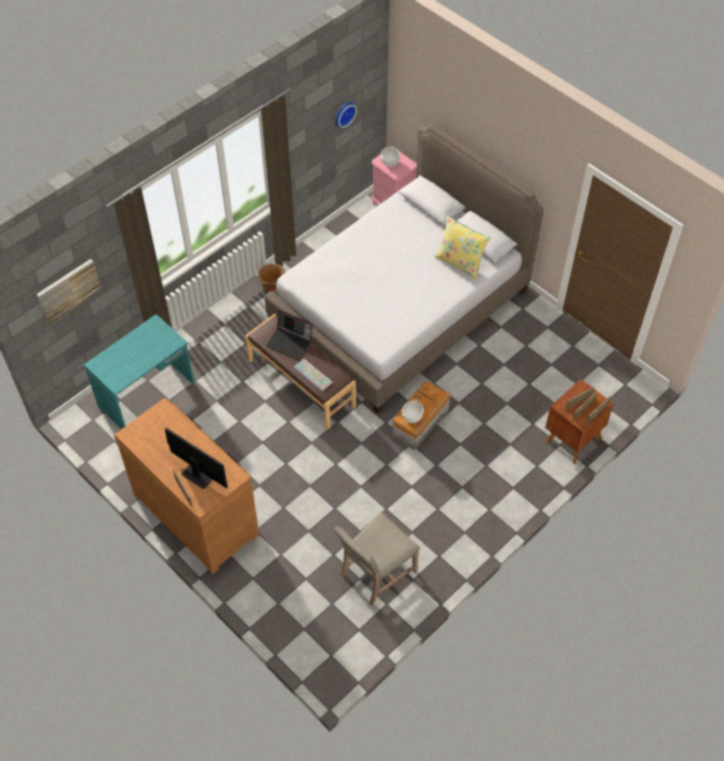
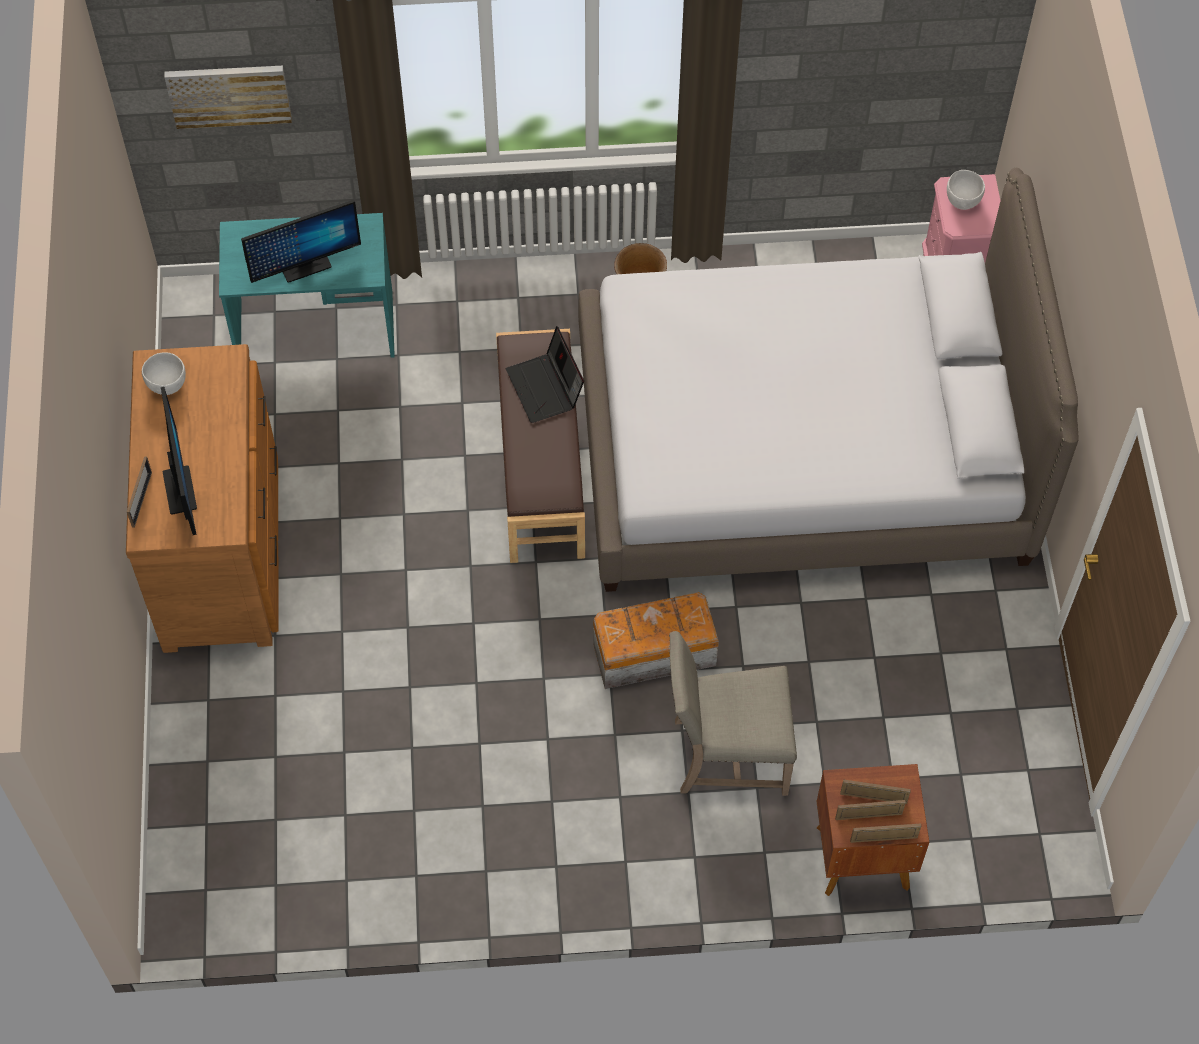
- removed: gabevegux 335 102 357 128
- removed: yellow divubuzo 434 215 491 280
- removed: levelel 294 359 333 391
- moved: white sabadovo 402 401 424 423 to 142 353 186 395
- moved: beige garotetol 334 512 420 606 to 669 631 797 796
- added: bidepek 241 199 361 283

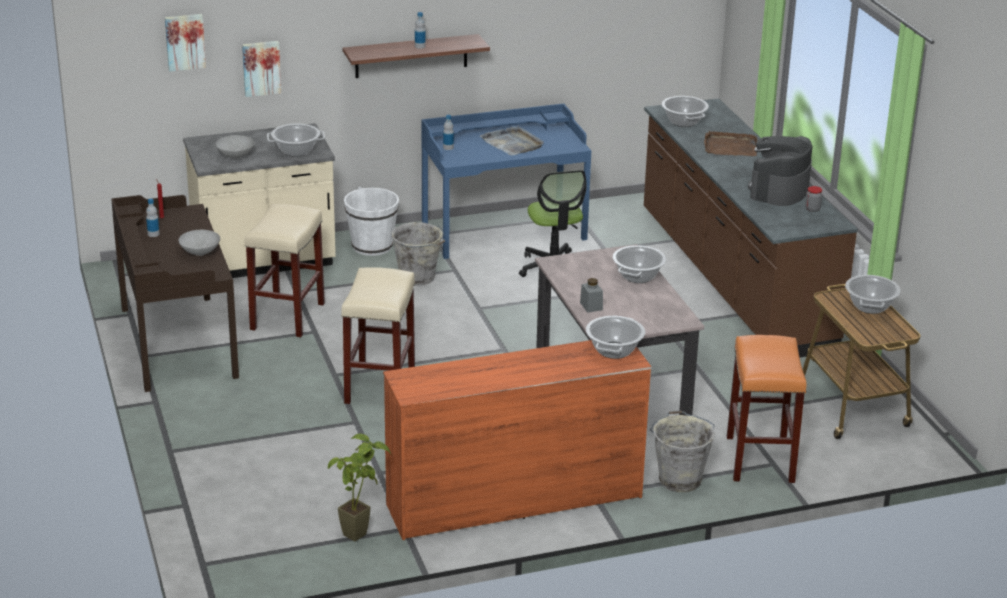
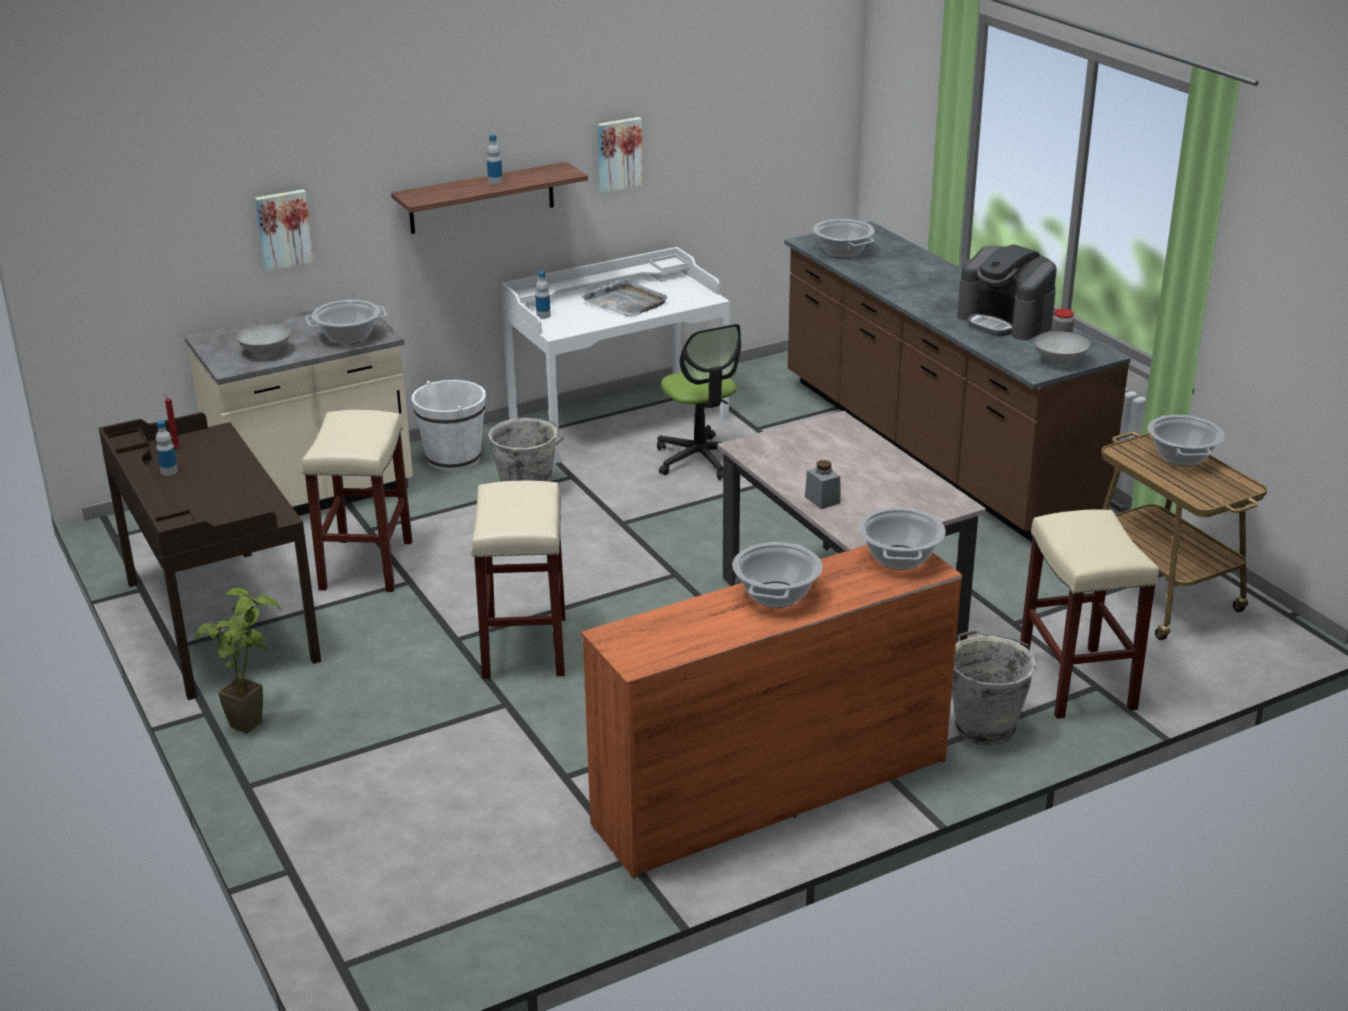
- moved: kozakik 165 14 206 71 to 598 117 643 193
- recoloured: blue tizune 422 104 591 259 to white tizune 501 247 730 464
- removed: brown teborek 704 131 757 156
- turned: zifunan 748 136 812 206 = 957 244 1057 340 60 degrees counterclockwise
- moved: grey sabadovo 178 230 220 256 to 1034 331 1090 365
- moved: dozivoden 612 245 666 283 to 732 542 822 608
- recoloured: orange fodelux 727 335 807 483 to beige fodelux 1020 509 1159 719
- moved: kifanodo 328 434 391 542 to 196 588 281 734

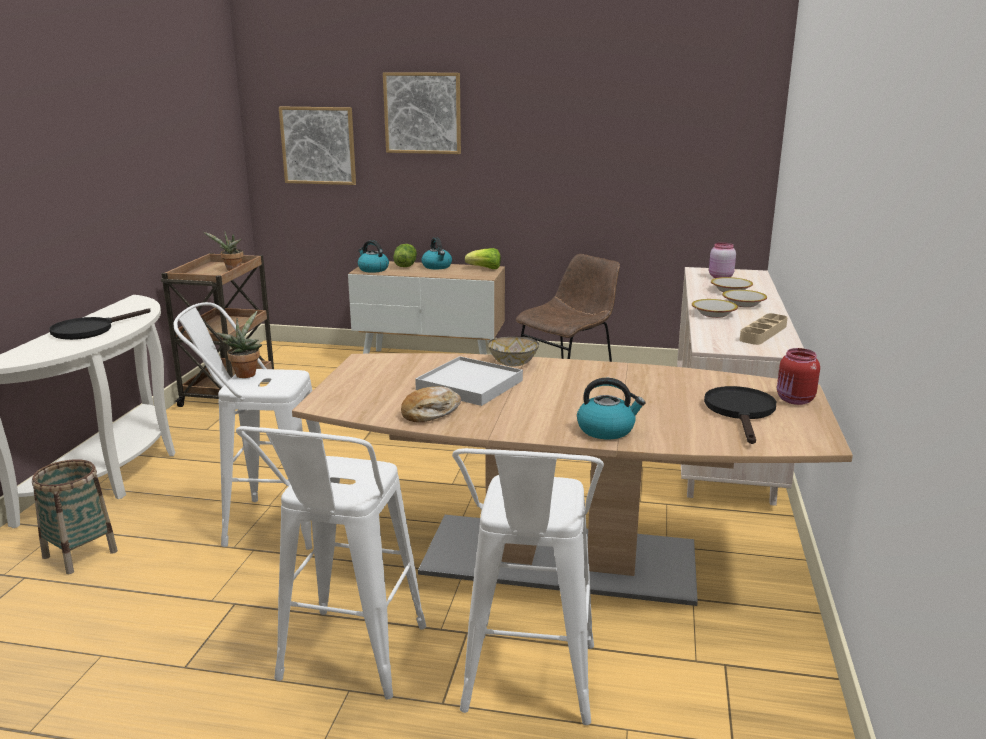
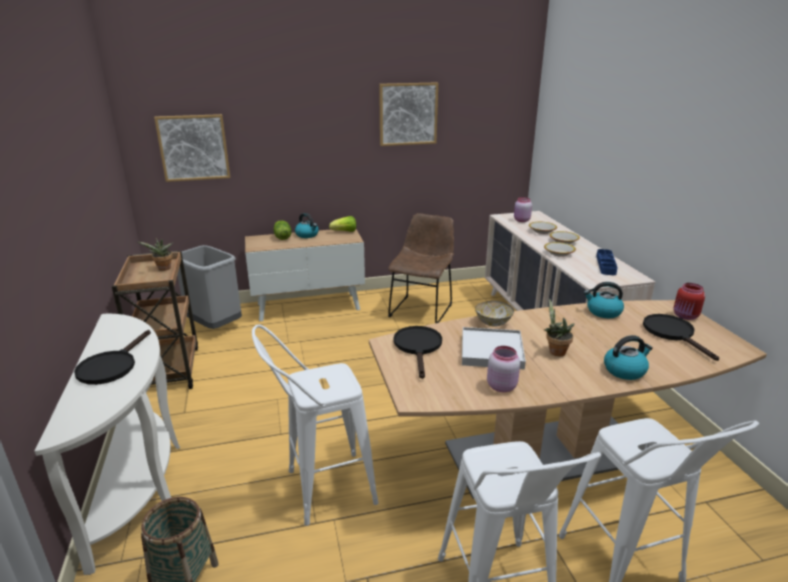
- moved: kozakik 383 72 461 154 to 379 82 438 146
- moved: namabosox 358 240 389 273 to 584 282 624 318
- moved: kifanodo 216 311 262 378 to 543 298 574 356
- recoloured: beige teborek 740 313 788 345 to blue teborek 596 249 618 275
- replaced: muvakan 401 386 461 422 to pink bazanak 487 346 520 392
- added: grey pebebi 177 245 242 329
- added: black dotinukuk 394 326 442 379

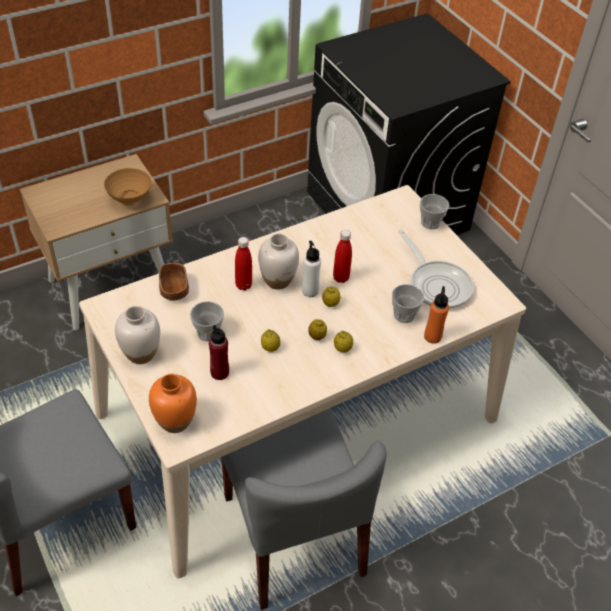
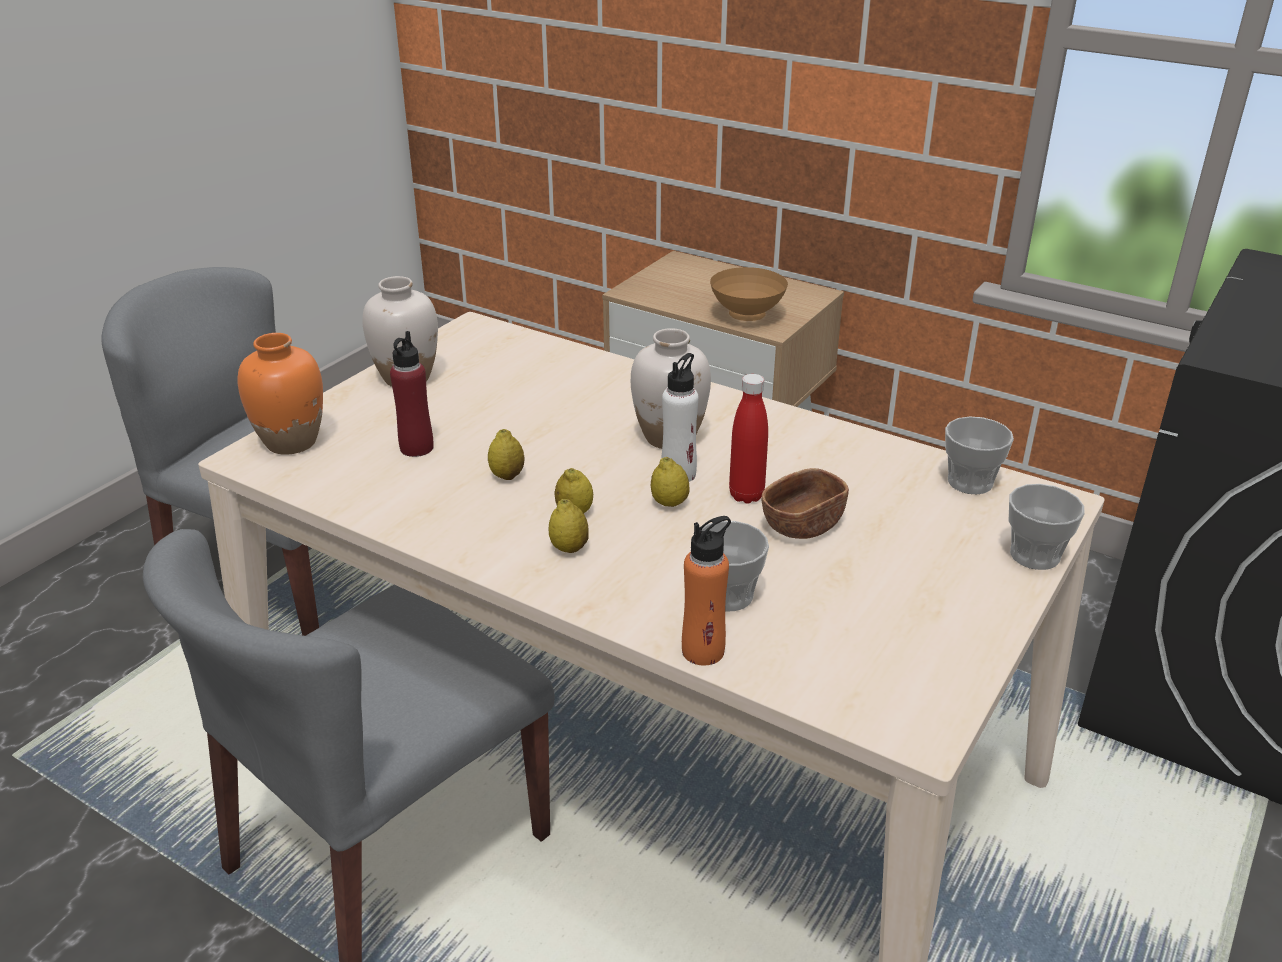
- removed: dotinukuk 398 229 474 309
- removed: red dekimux 235 237 252 290
- moved: brown sabadovo 159 263 189 301 to 761 468 849 539
- moved: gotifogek 190 301 224 342 to 945 417 1014 494

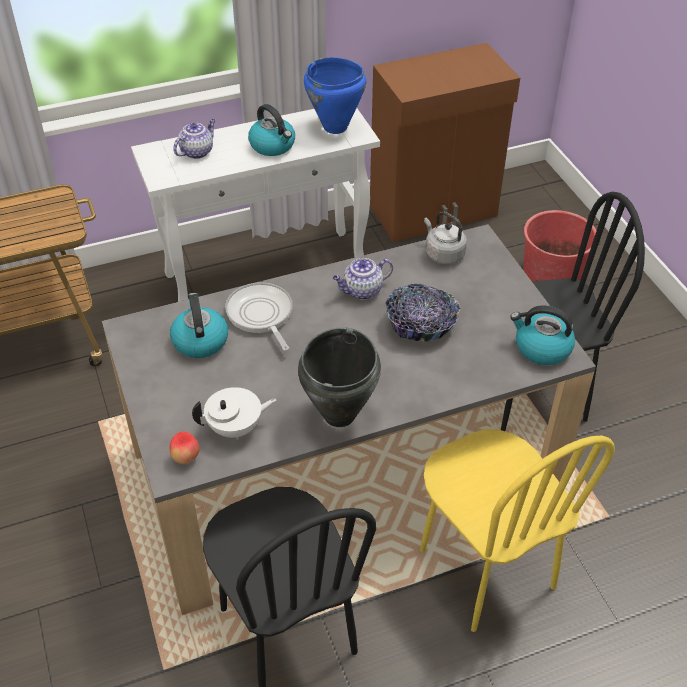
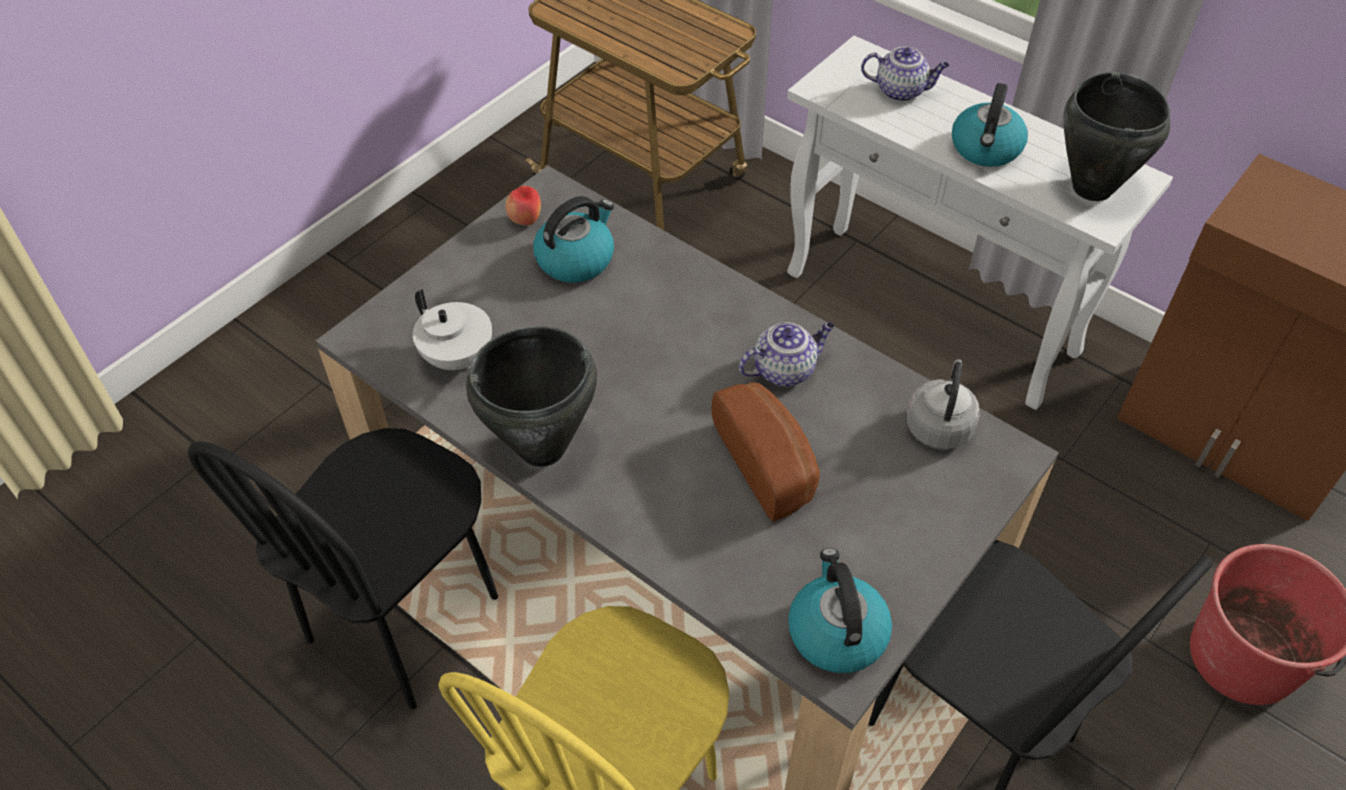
- recoloured: blue dozivoden 304 57 366 134 to black dozivoden 1063 72 1170 201
- turned: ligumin 333 258 393 300 = 739 322 834 386 120 degrees clockwise
- removed: dotinukuk 225 282 293 351
- replaced: sabadovo 385 283 461 342 to muvakan 711 382 820 522
- moved: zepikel 170 431 200 464 to 505 186 541 225

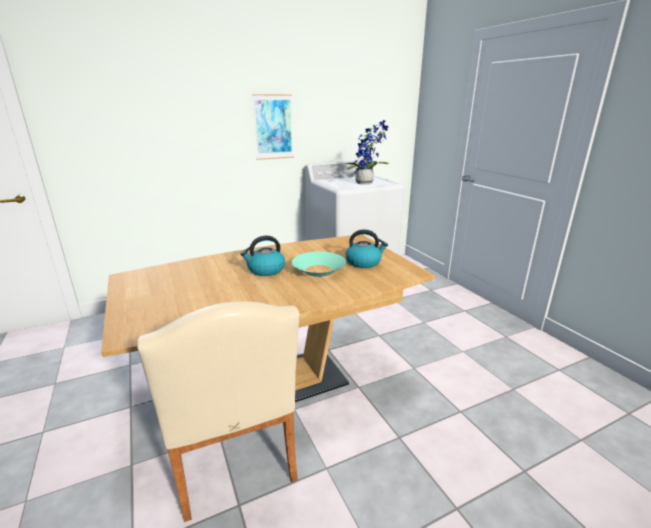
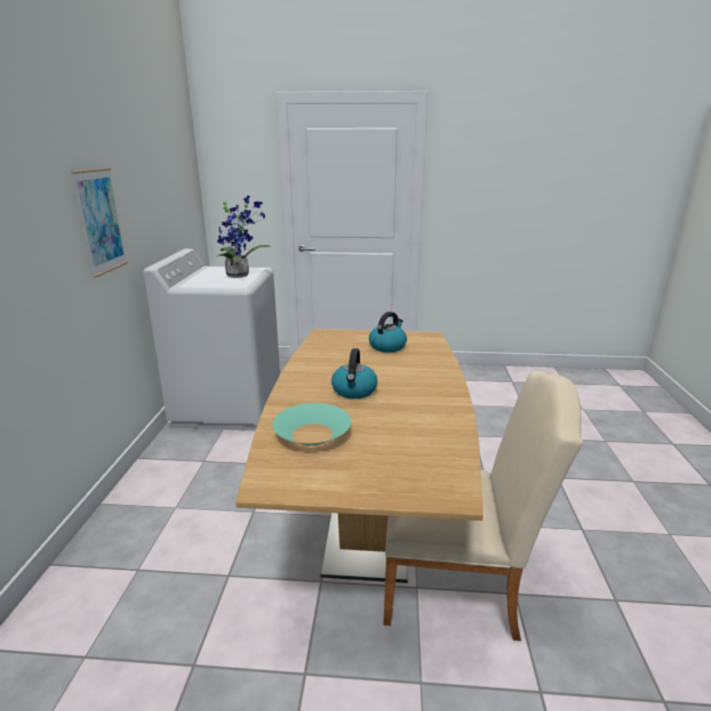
- moved: turquoise sabadovo 292 251 346 277 to 273 403 351 446

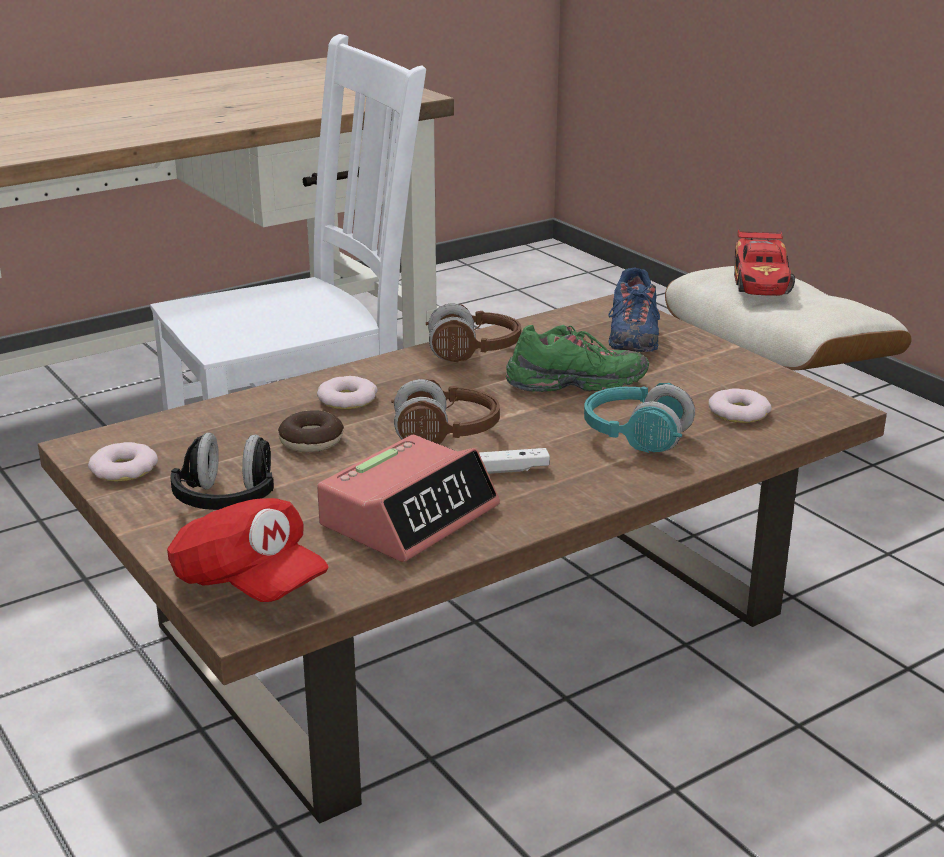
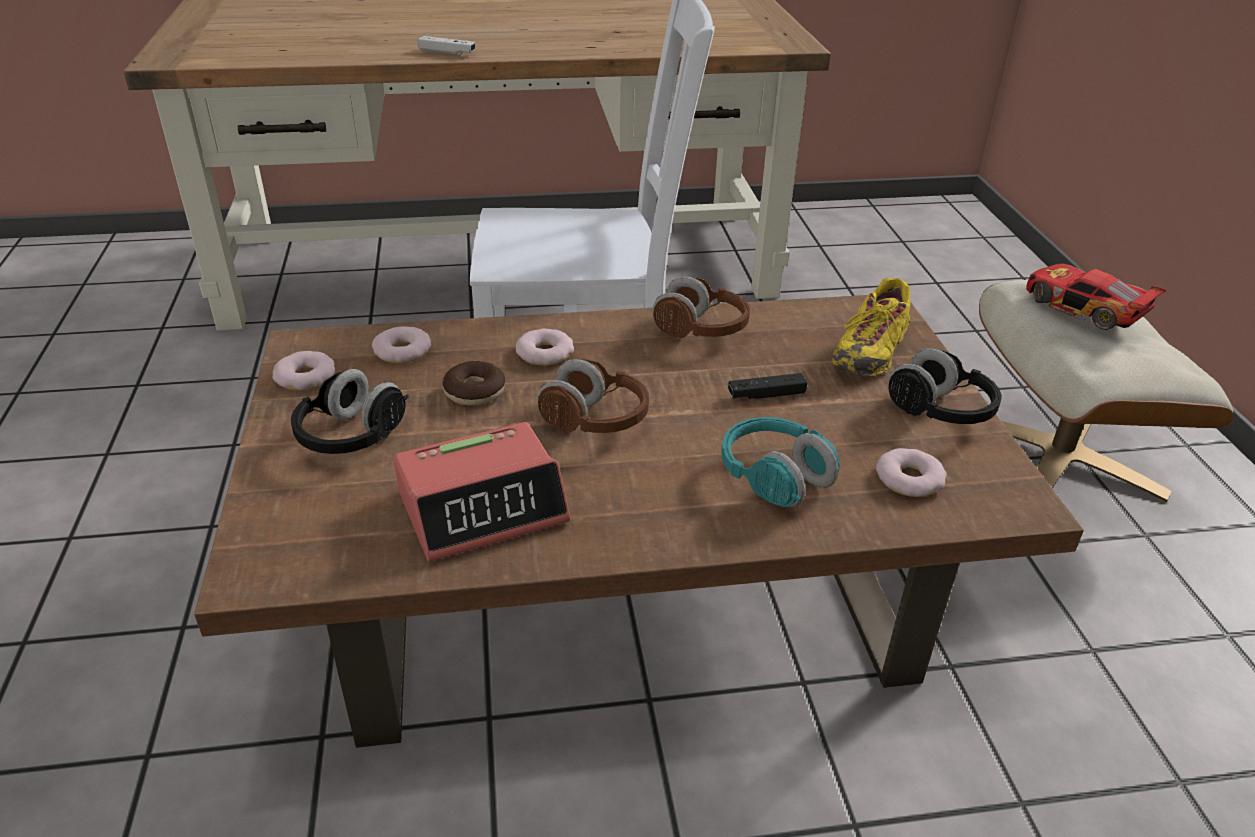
- turned: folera 734 230 795 296 = 1026 264 1167 330 105 degrees clockwise
- recoloured: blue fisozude 608 267 660 352 to yellow fisozude 832 278 910 376
- replaced: green fisozude 506 325 649 392 to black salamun 728 373 808 399
- moved: white salamun 479 448 550 474 to 418 36 475 55
- removed: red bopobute 167 498 329 602
- added: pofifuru 372 326 431 363
- added: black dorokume 888 348 1002 424

